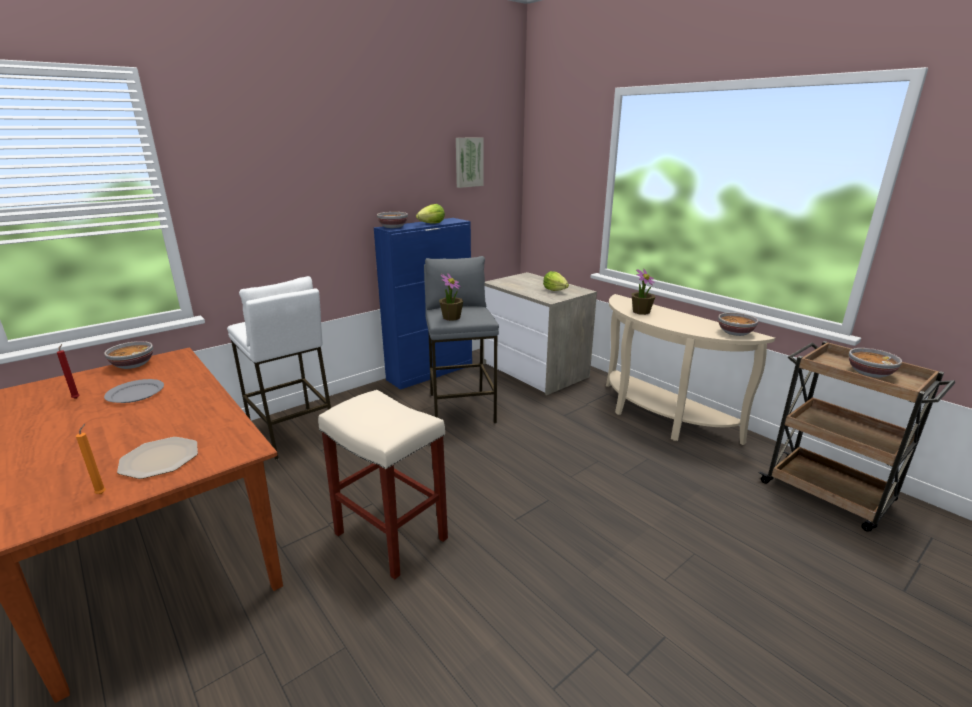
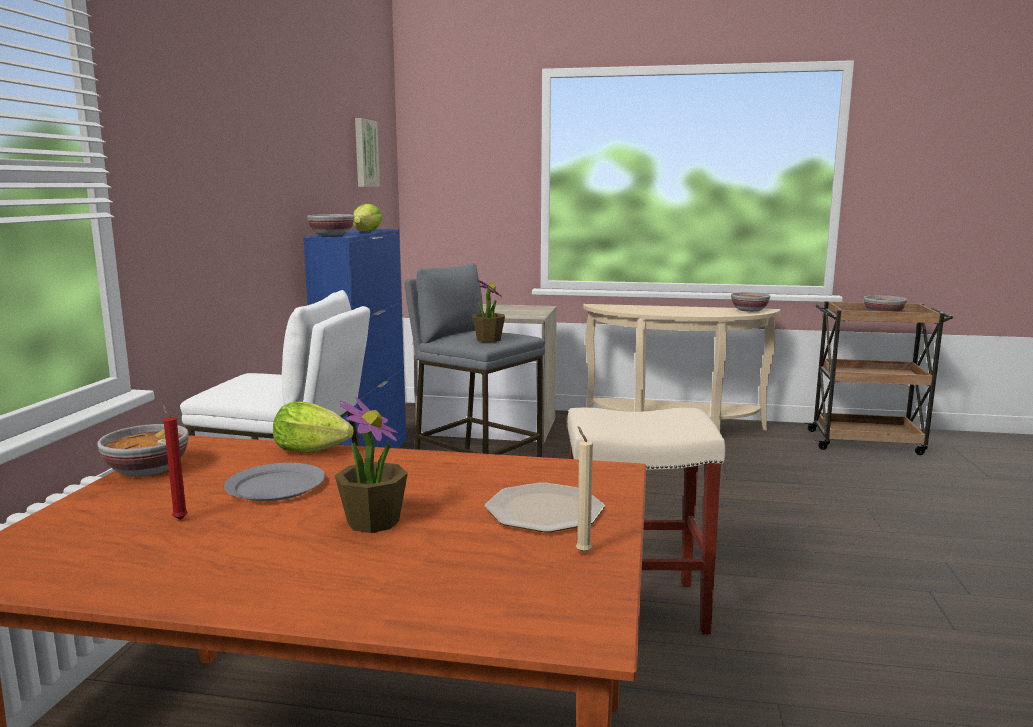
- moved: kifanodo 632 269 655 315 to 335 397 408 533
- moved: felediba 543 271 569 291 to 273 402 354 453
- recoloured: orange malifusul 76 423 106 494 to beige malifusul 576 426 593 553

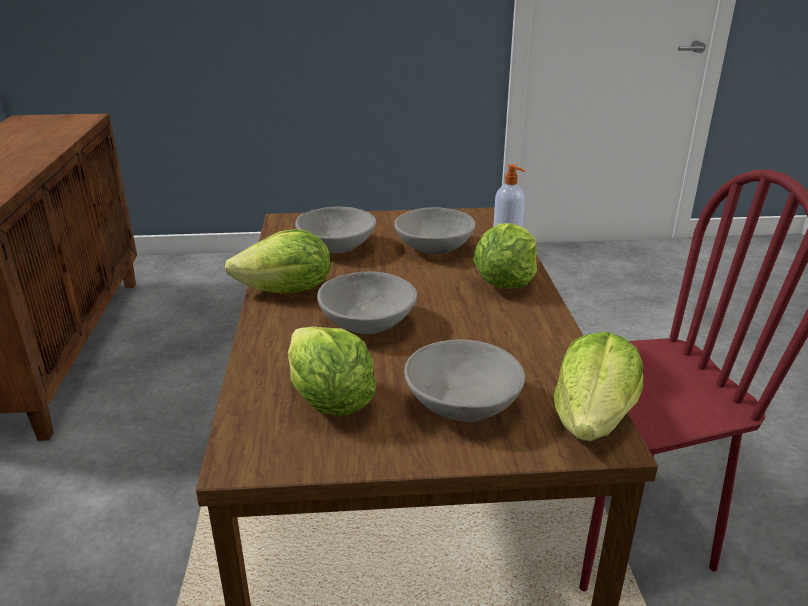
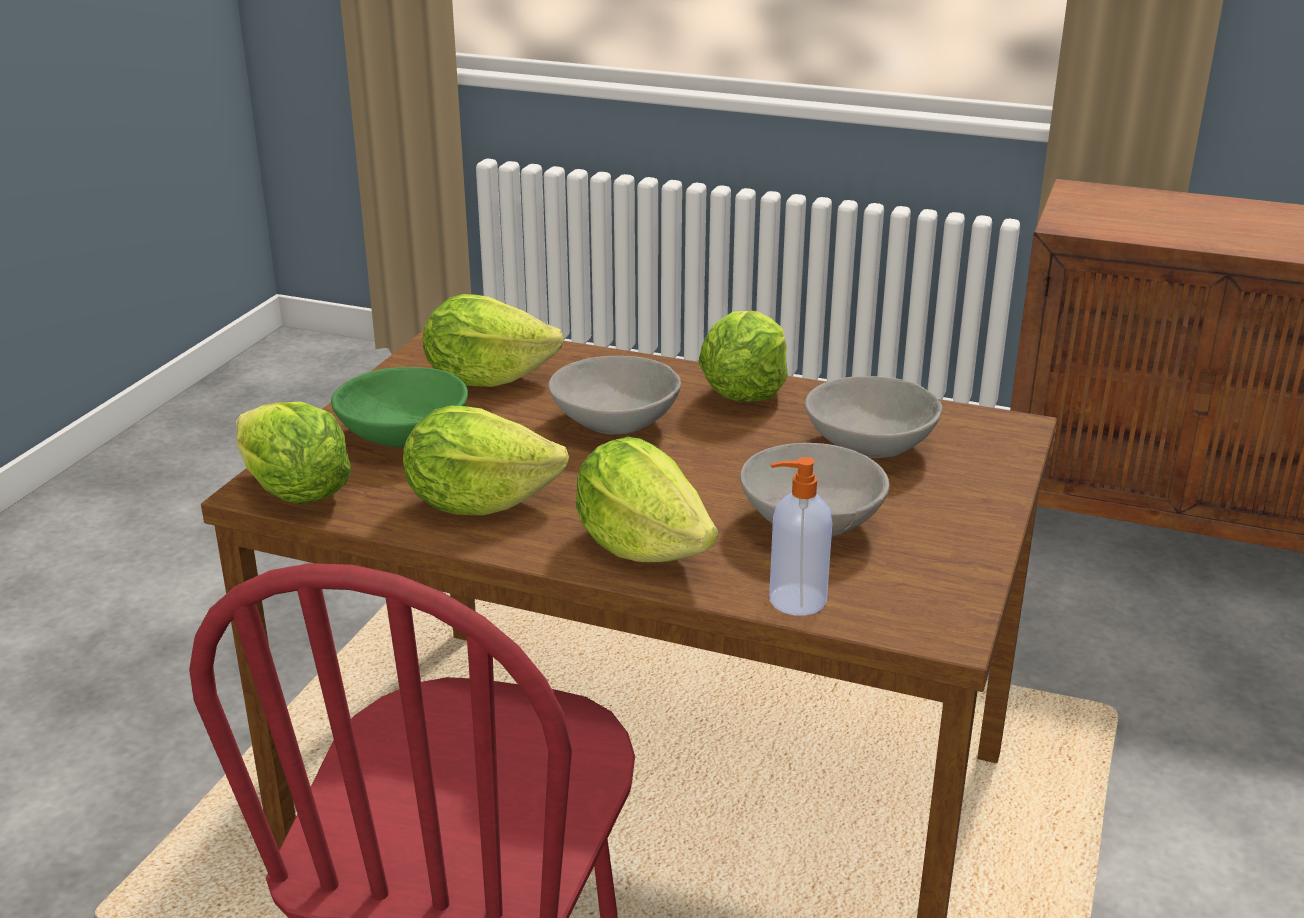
- recoloured: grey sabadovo 404 340 525 422 to green sabadovo 331 367 468 447
- added: felediba 403 406 569 515

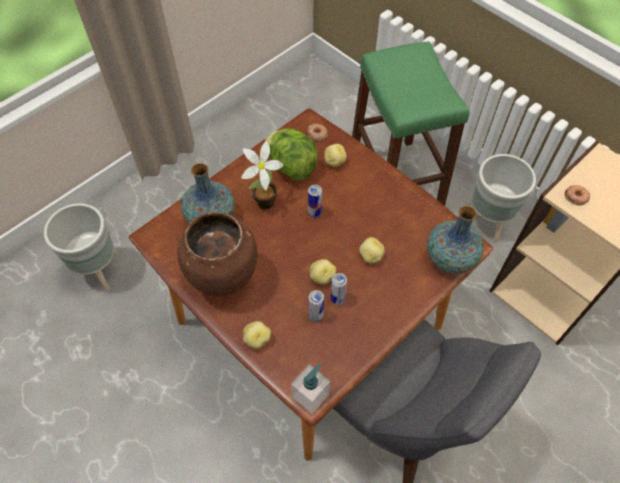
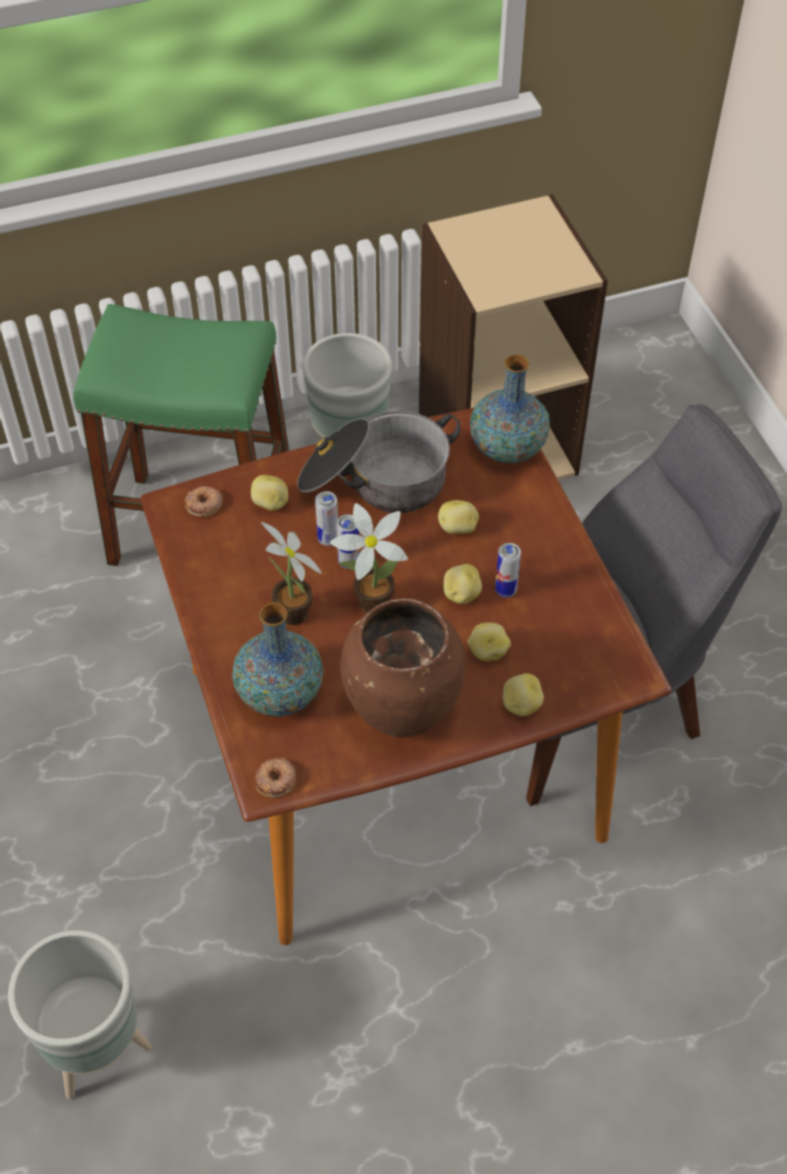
- removed: felediba 265 129 318 180
- moved: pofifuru 564 185 590 205 to 255 758 296 797
- moved: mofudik 309 290 324 322 to 315 491 338 546
- removed: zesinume 291 364 330 414
- added: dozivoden 297 411 461 513
- added: kifanodo 330 503 408 613
- added: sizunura 467 623 511 661

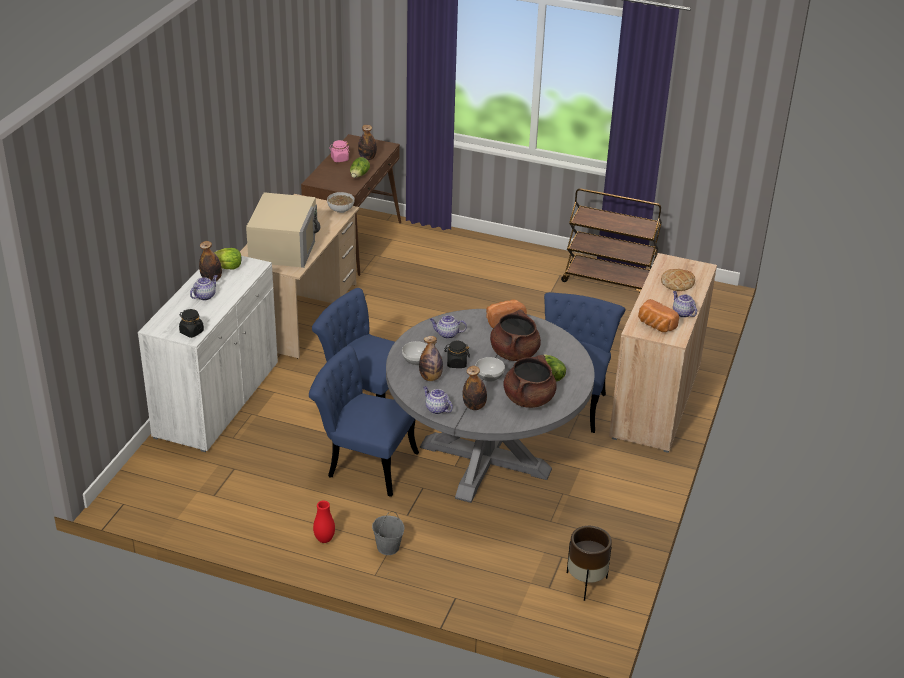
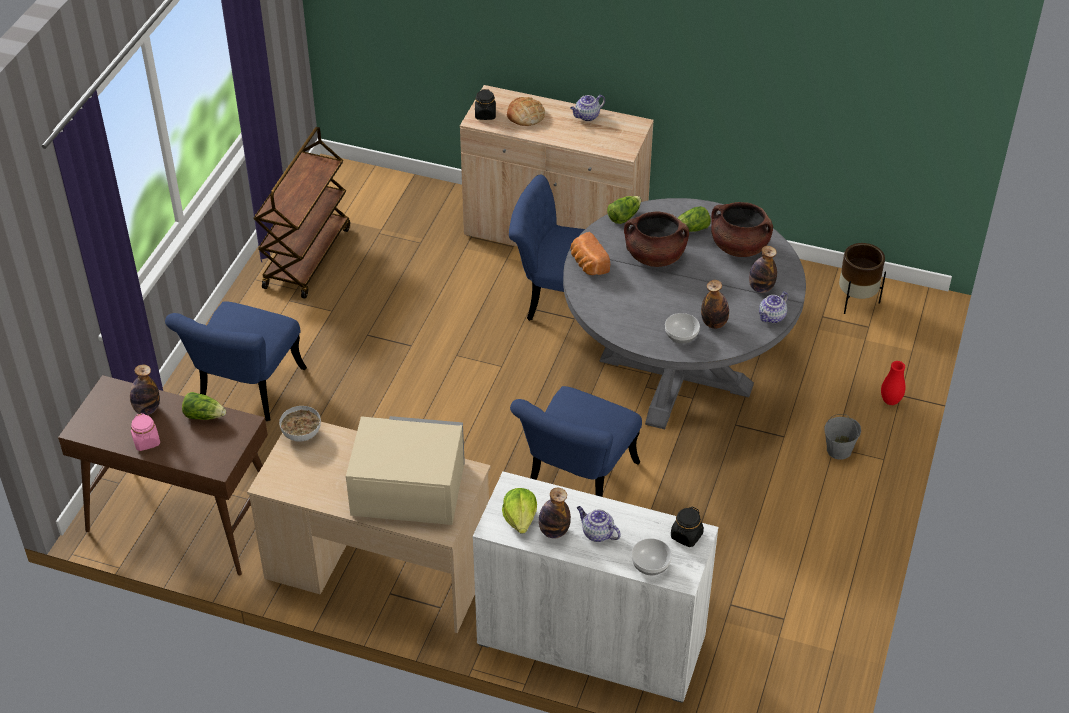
- removed: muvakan 638 299 679 332
- removed: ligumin 430 315 467 339
- moved: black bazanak 444 341 470 368 to 475 89 496 120
- moved: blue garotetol 309 346 419 497 to 165 302 307 421
- moved: sabadovo 475 357 505 382 to 631 538 672 576
- moved: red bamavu 313 501 335 543 to 881 361 906 405
- added: felediba 607 196 642 224

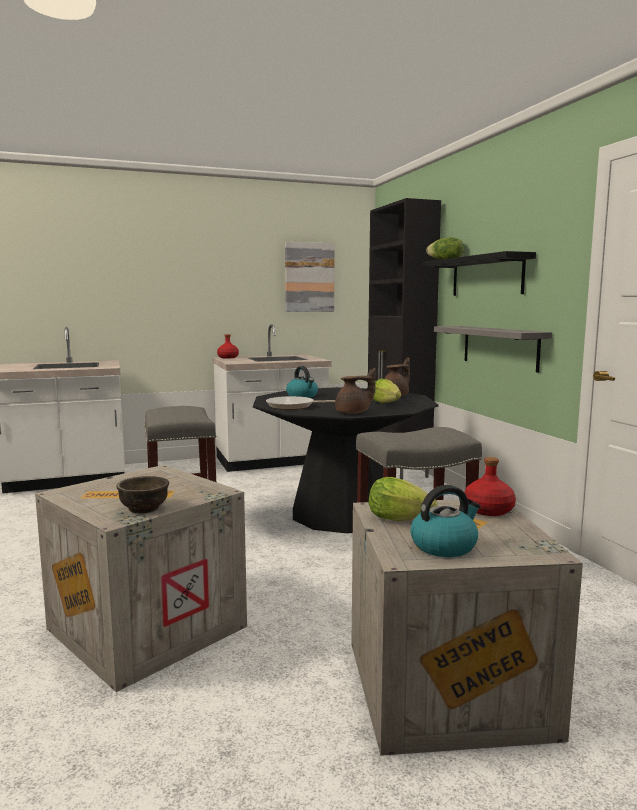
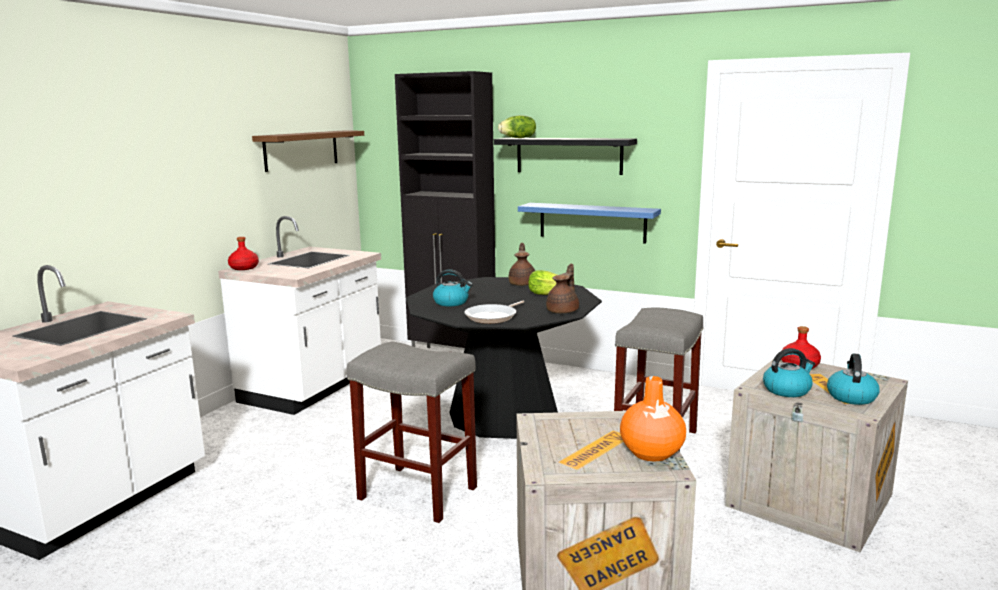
- replaced: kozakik 285 242 335 312 to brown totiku 252 131 364 172
- recoloured: grey totiku 434 326 552 373 to blue totiku 518 203 661 244
- replaced: brown sabadovo 117 476 169 513 to orange bamavu 620 376 686 461
- replaced: felediba 369 477 437 521 to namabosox 763 348 815 397

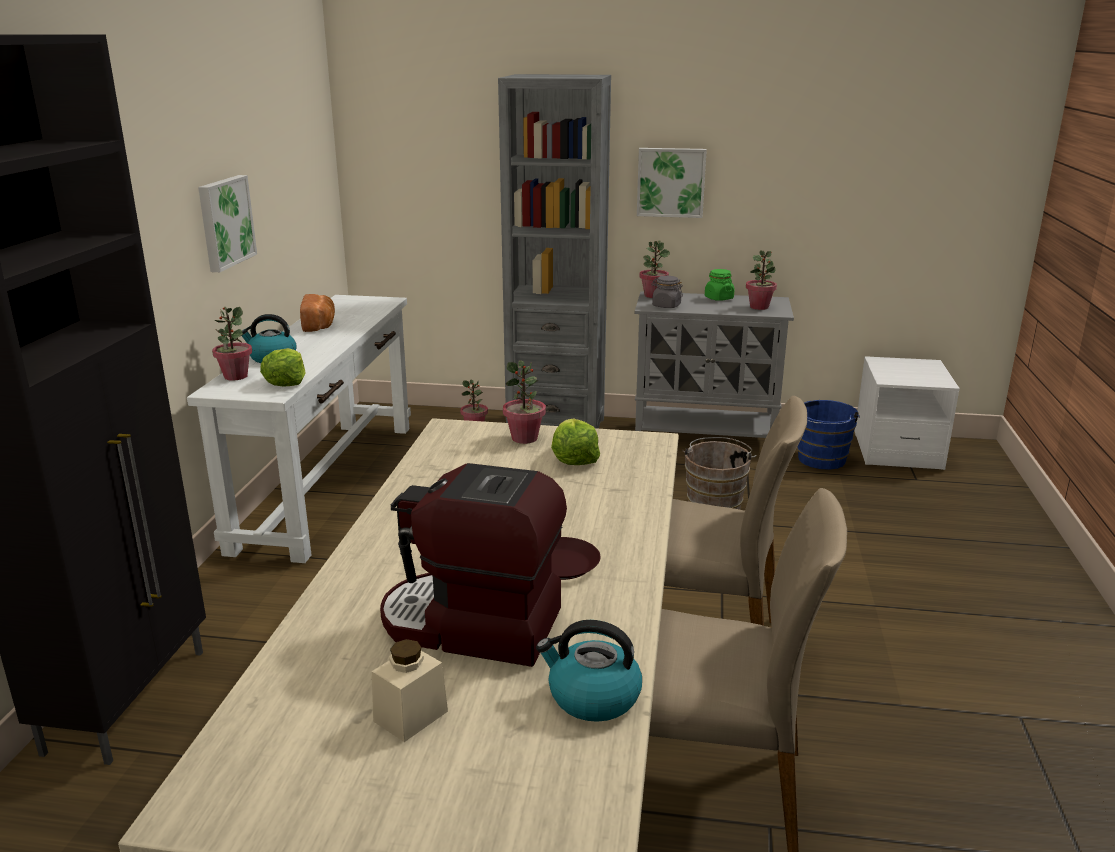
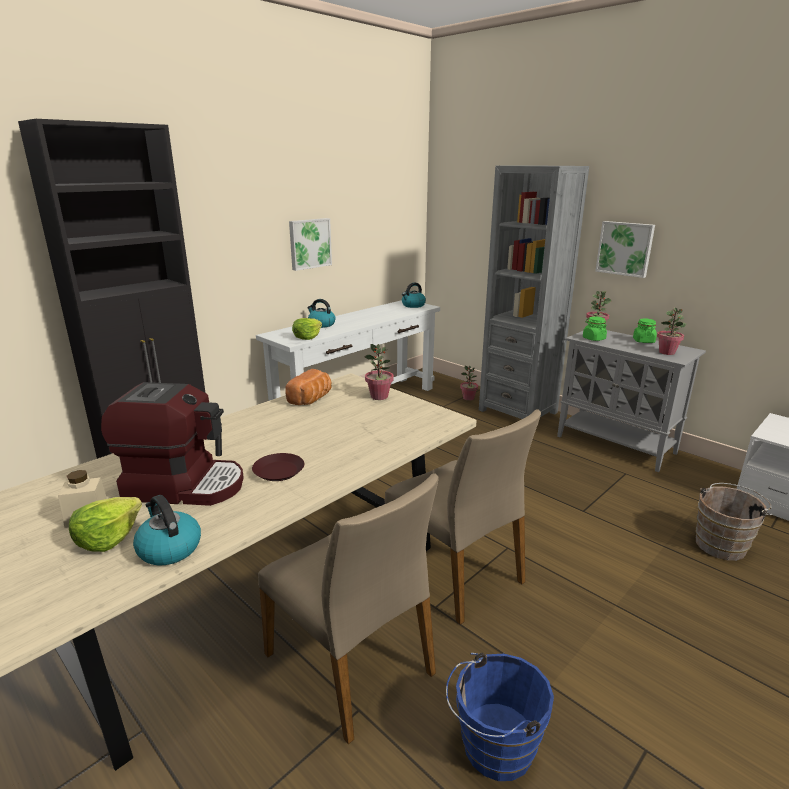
- recoloured: grey bazanak 651 276 683 308 to green bazanak 583 316 607 341
- moved: muvakan 300 294 335 332 to 285 369 331 405
- removed: kifanodo 212 307 252 381
- moved: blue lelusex 797 400 860 470 to 446 653 554 781
- moved: felediba 551 418 600 465 to 69 497 142 552
- moved: brown lelusex 682 437 757 510 to 696 483 773 561
- turned: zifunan 380 463 567 667 = 101 382 243 506 135 degrees clockwise
- added: namabosox 402 283 426 308

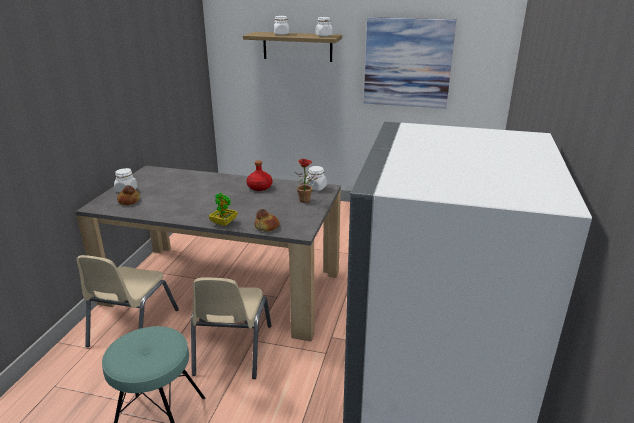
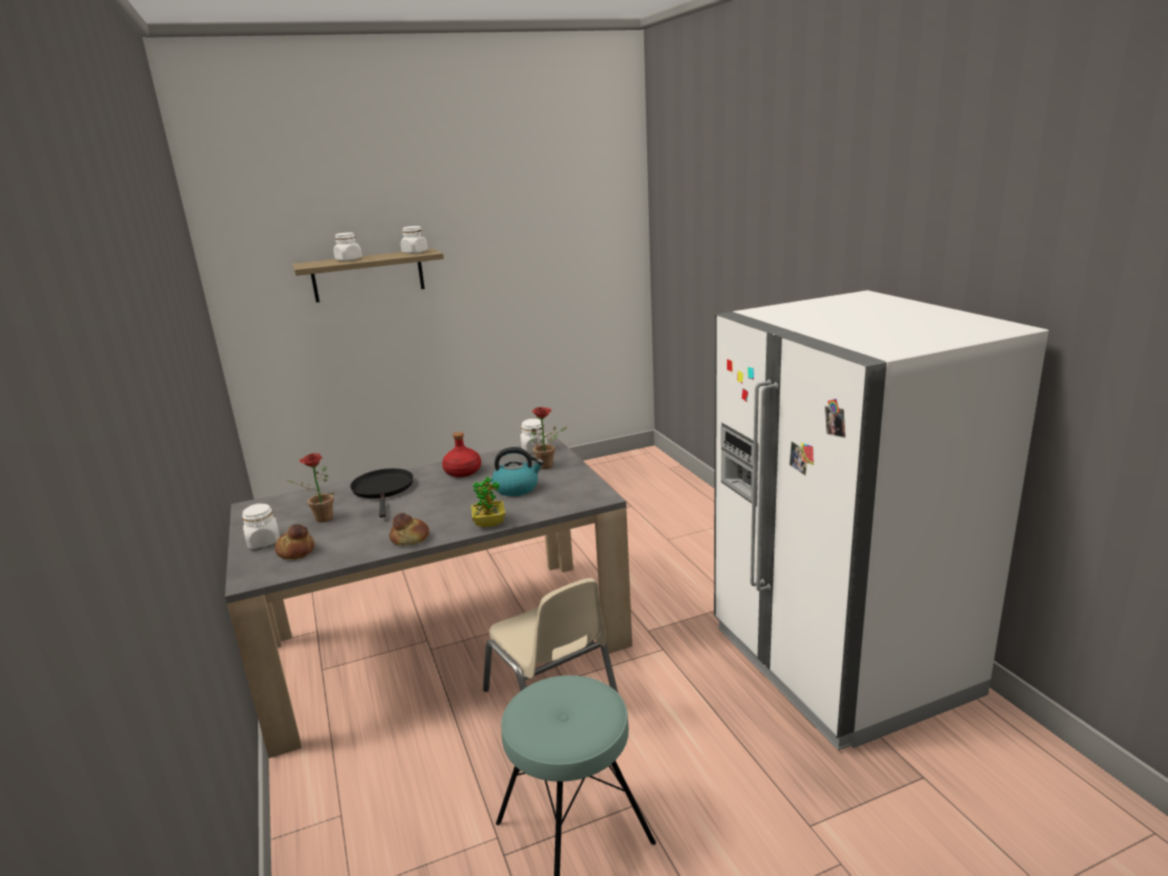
- removed: kozakik 364 17 456 109
- moved: muvakan 254 209 279 231 to 389 513 429 546
- removed: beige garotetol 76 255 179 347
- added: namabosox 492 447 544 496
- added: kifanodo 286 453 334 522
- added: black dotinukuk 350 468 413 518

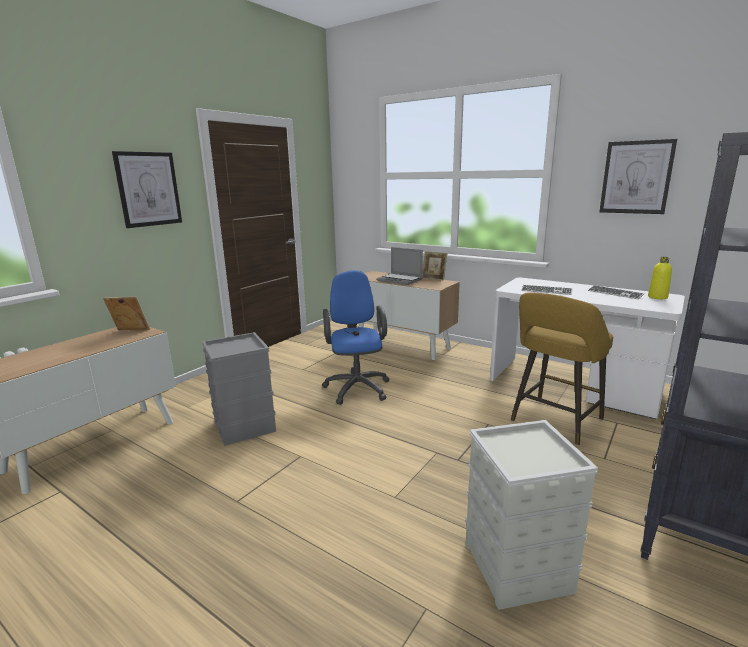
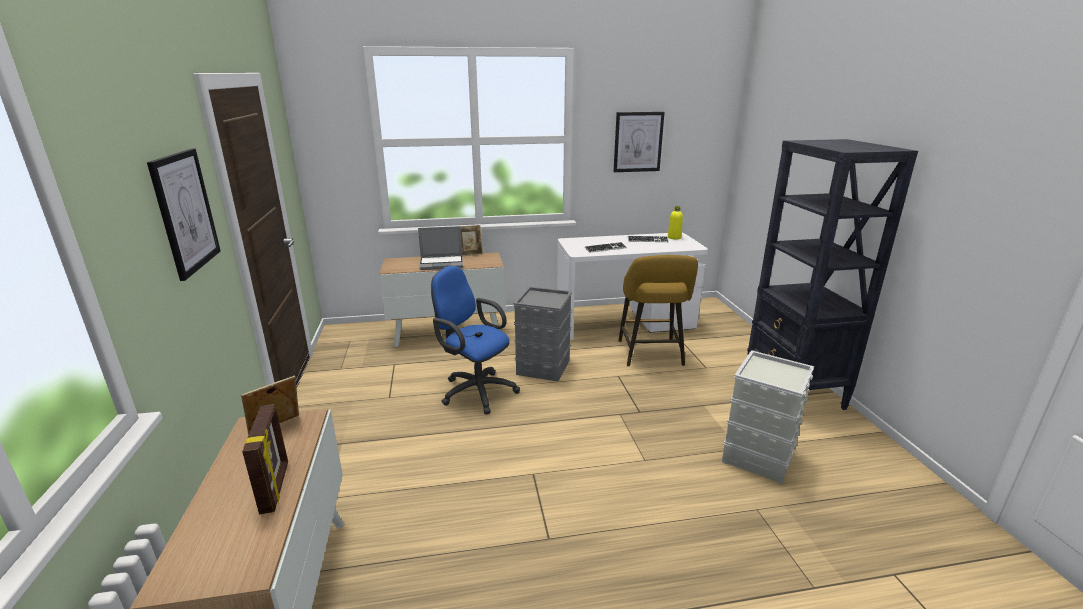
- moved: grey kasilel 202 332 276 446 to 514 286 572 382
- added: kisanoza 242 404 288 514

